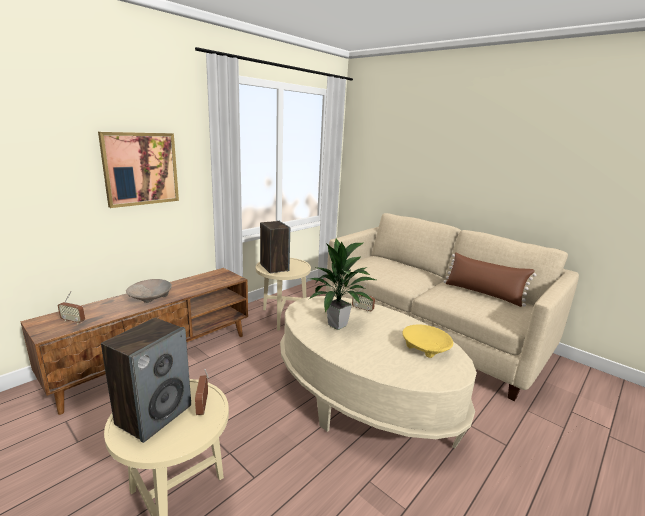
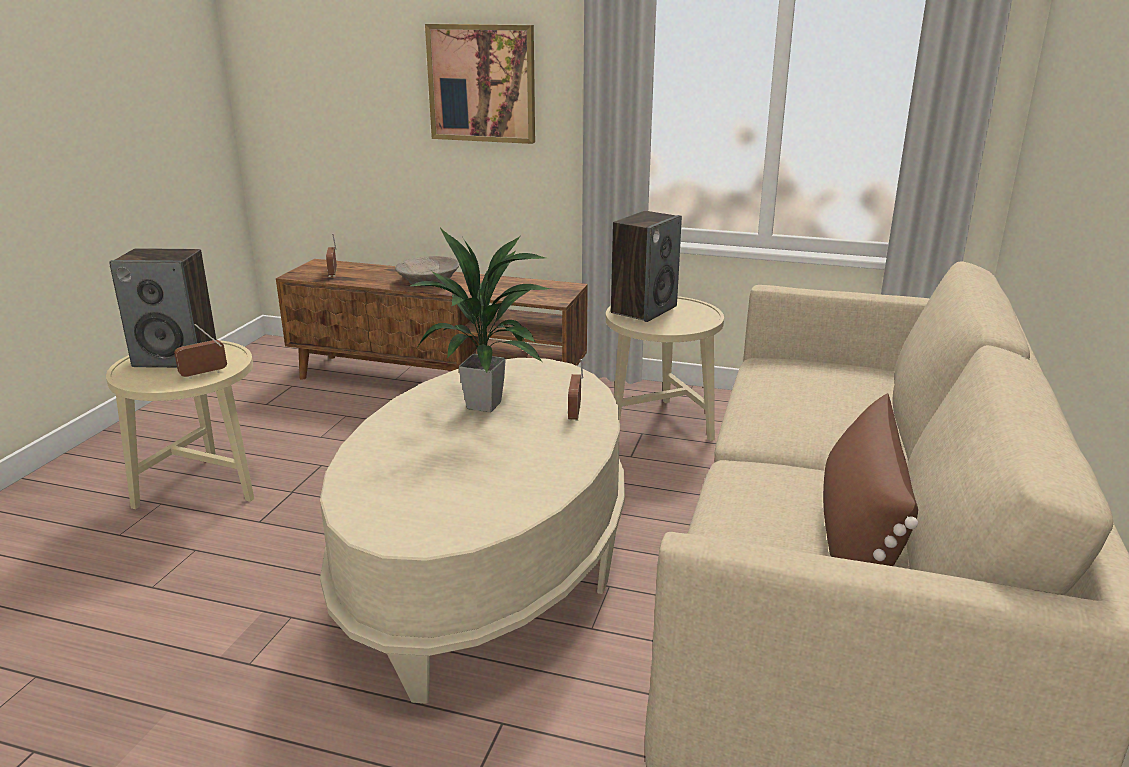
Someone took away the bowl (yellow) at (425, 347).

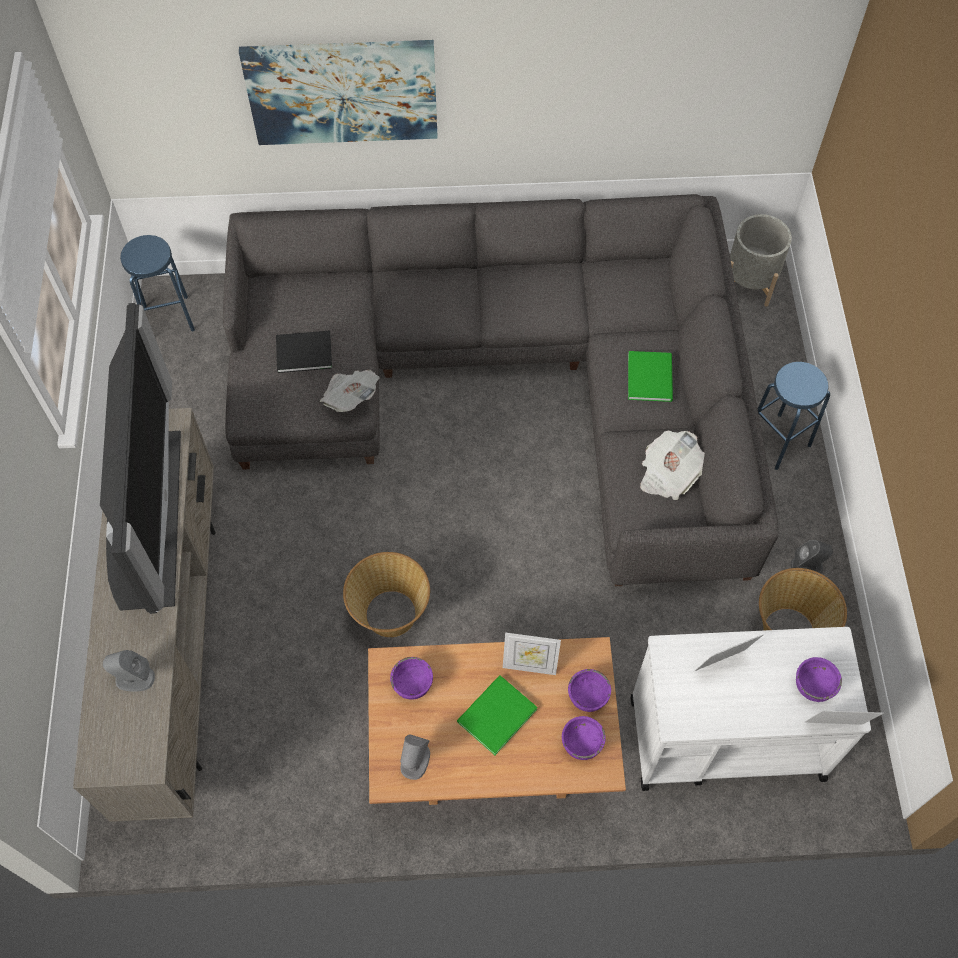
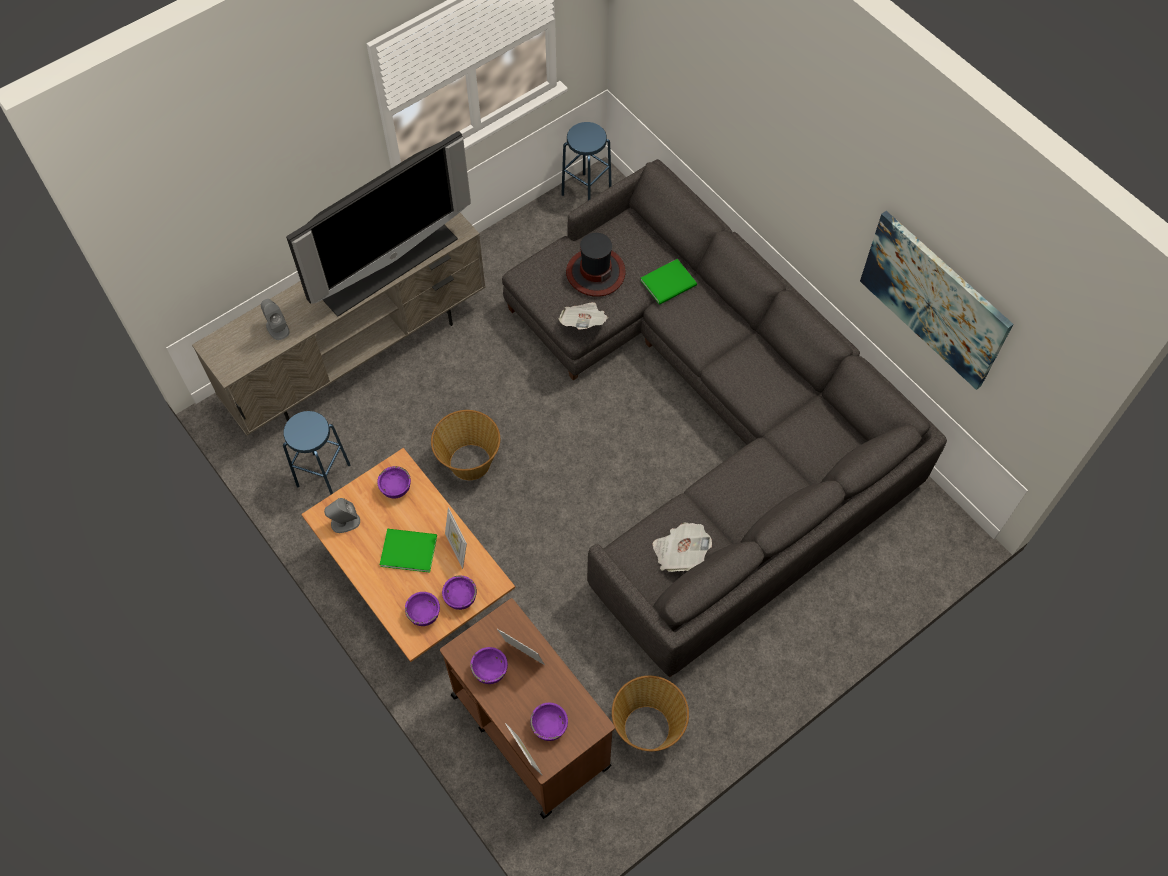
Someone carried the picture from (342, 91) to (934, 299).
Someone took away the planter (grey) at (749, 282).
Someone swapped the book (black) at (302, 351) for the hat at (595, 272).
Someone carried the book (green) from (651, 376) to (670, 283).
Someone carried the stool (blue) from (777, 441) to (323, 475).
Someone took away the speaker (grey) at (807, 566).
Someone repainted the cart (white) at (724, 737), which became the cart (brown) at (529, 729).
Someone put down the bowl (purple) at (489, 671).

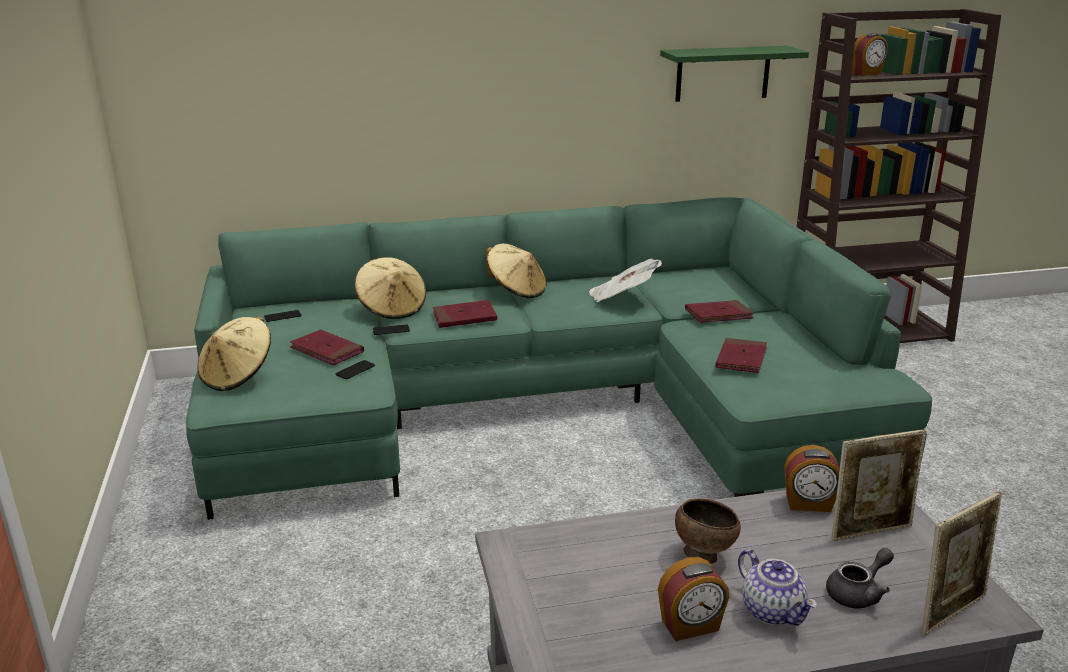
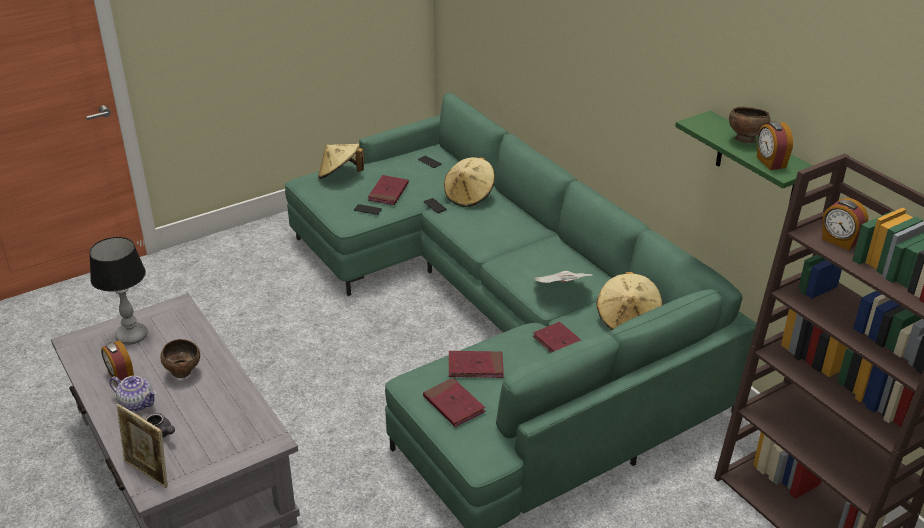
Someone carried the hat (beige) from (516, 290) to (628, 320).
Someone carried the book (red) from (464, 317) to (453, 405).
Someone took away the picture frame at (870, 530).
Someone carried the alarm clock from (808, 504) to (770, 162).
Someone rotated the teapot at (773, 611) by 105 degrees counterclockwise.
Someone put down the bowl (brown) at (744, 140).
Someone put down the table lamp at (133, 336).

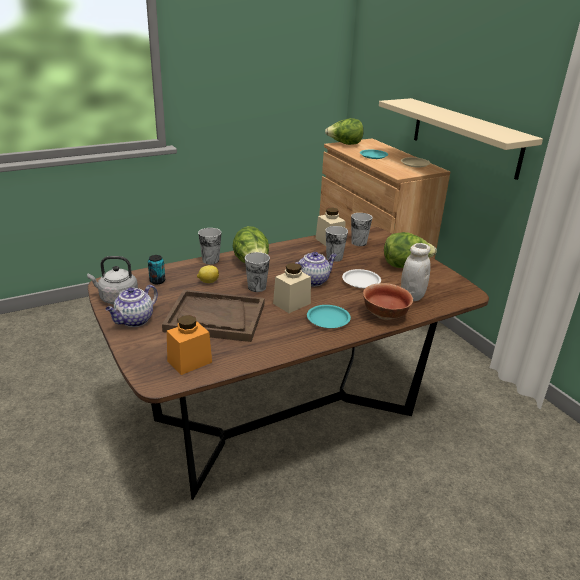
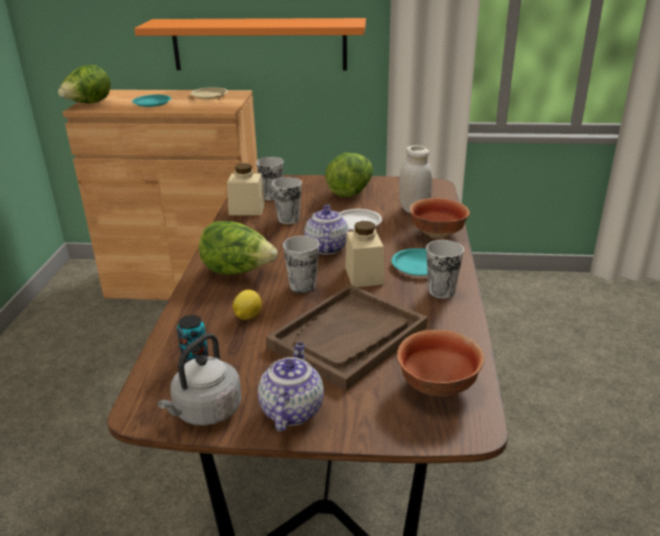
Someone repainted the shelf (beige) at (465, 137), which became the shelf (orange) at (259, 44).
Someone carried the cup from (210, 260) to (441, 291).
Someone rotated the teapot at (134, 321) by 150 degrees counterclockwise.
Someone swapped the jar (orange) at (189, 361) for the bowl at (438, 387).

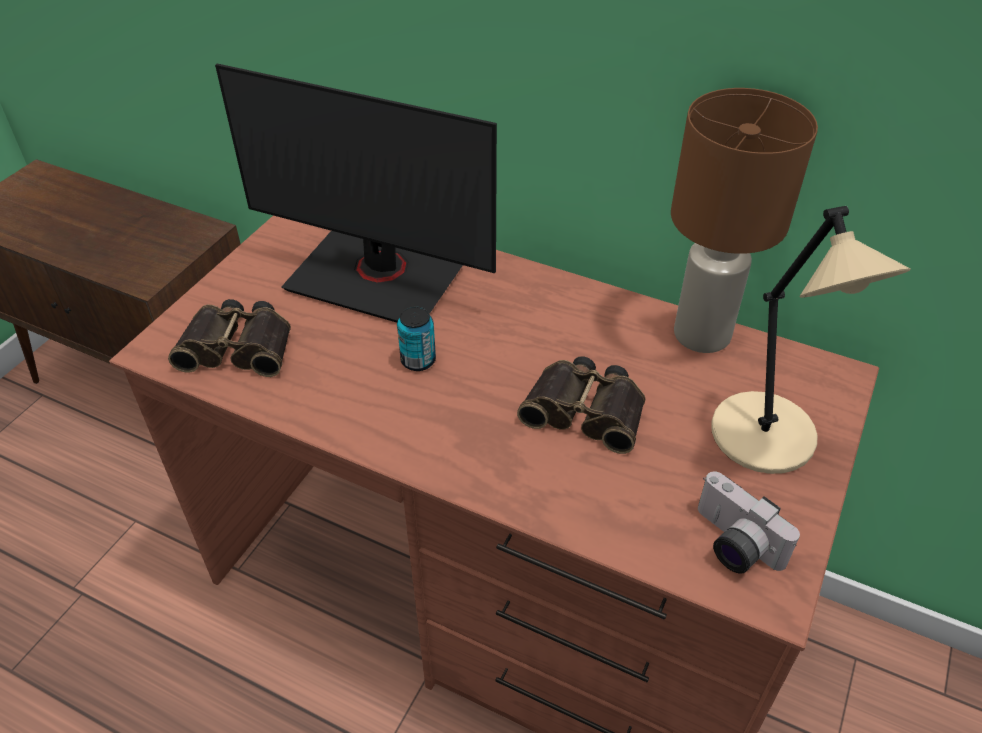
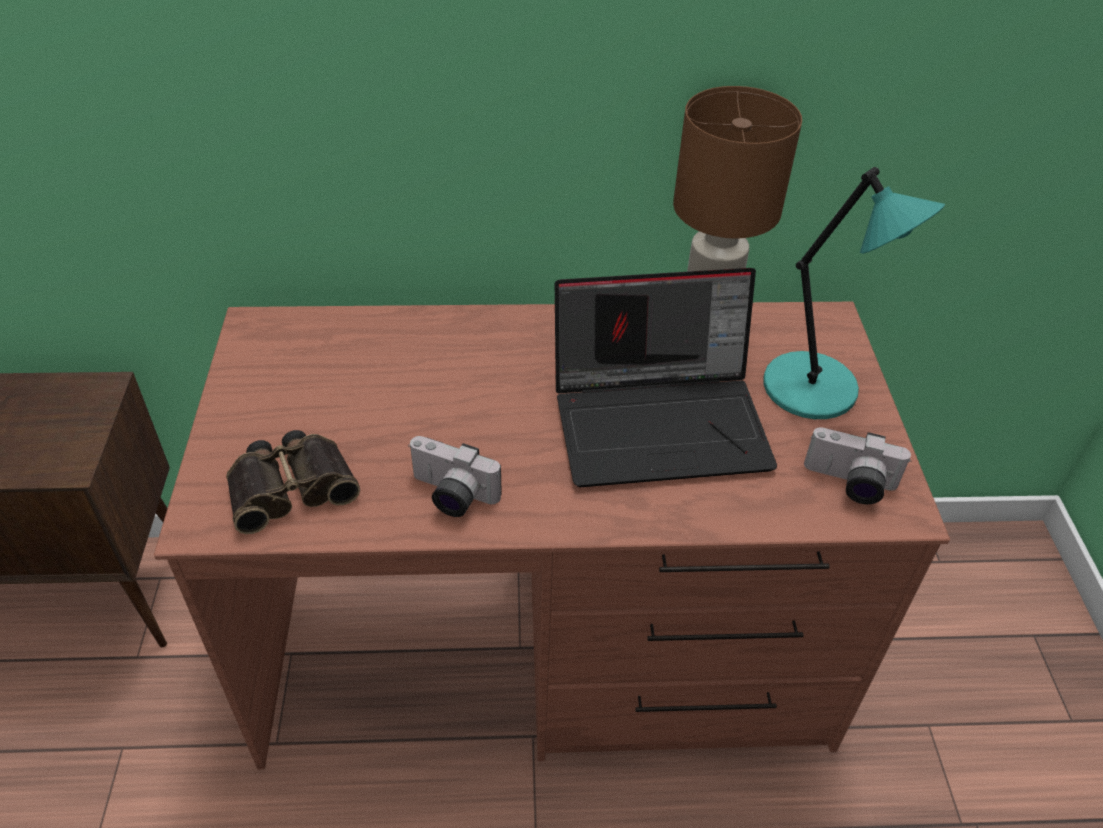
Someone took away the monitor at (376, 277).
Someone repainted the table lamp (beige) at (766, 439), which became the table lamp (turquoise) at (815, 390).
Someone took away the can at (418, 360).
Someone swapped the binoculars at (586, 410) for the laptop at (662, 420).
Someone put down the photo camera at (450, 495).

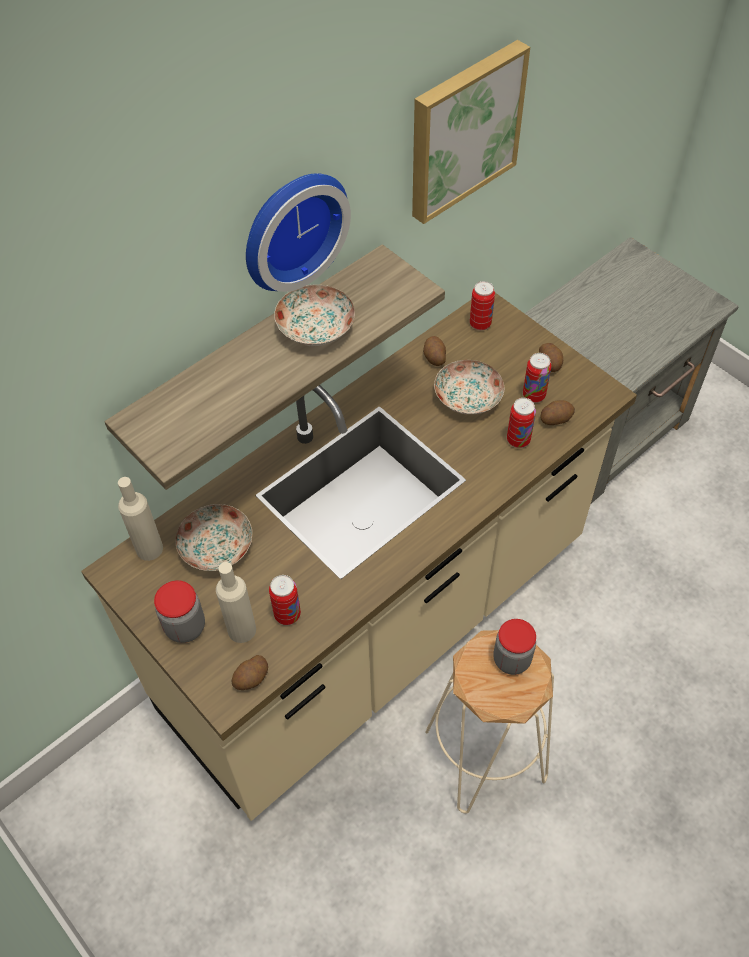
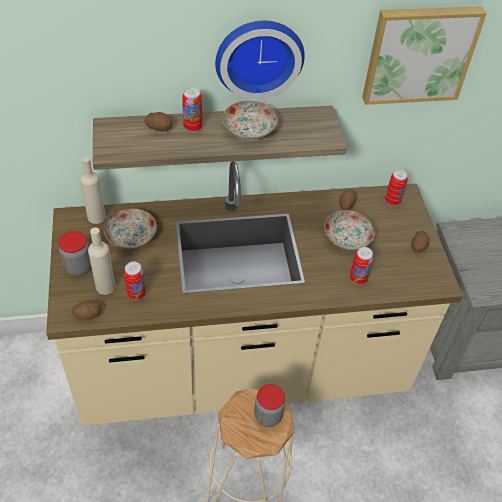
Someone carried the can from (533, 395) to (192, 127).
Someone carried the potato from (555, 418) to (159, 127).

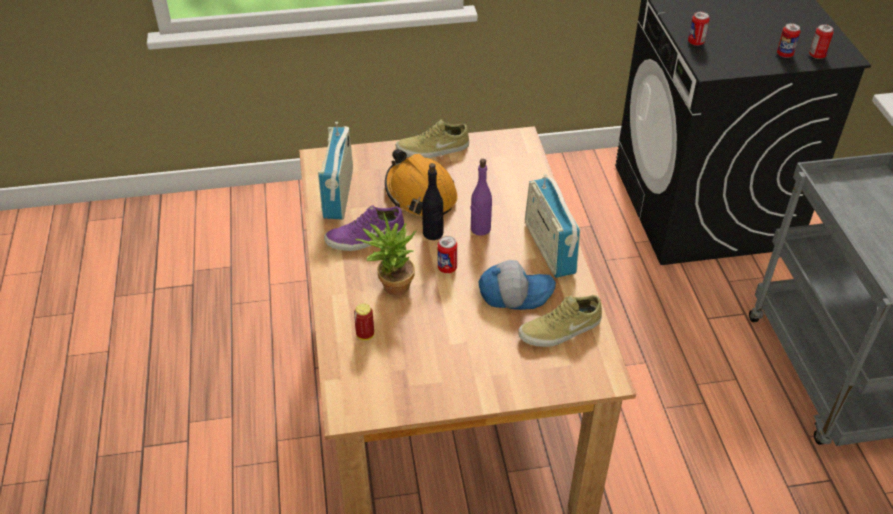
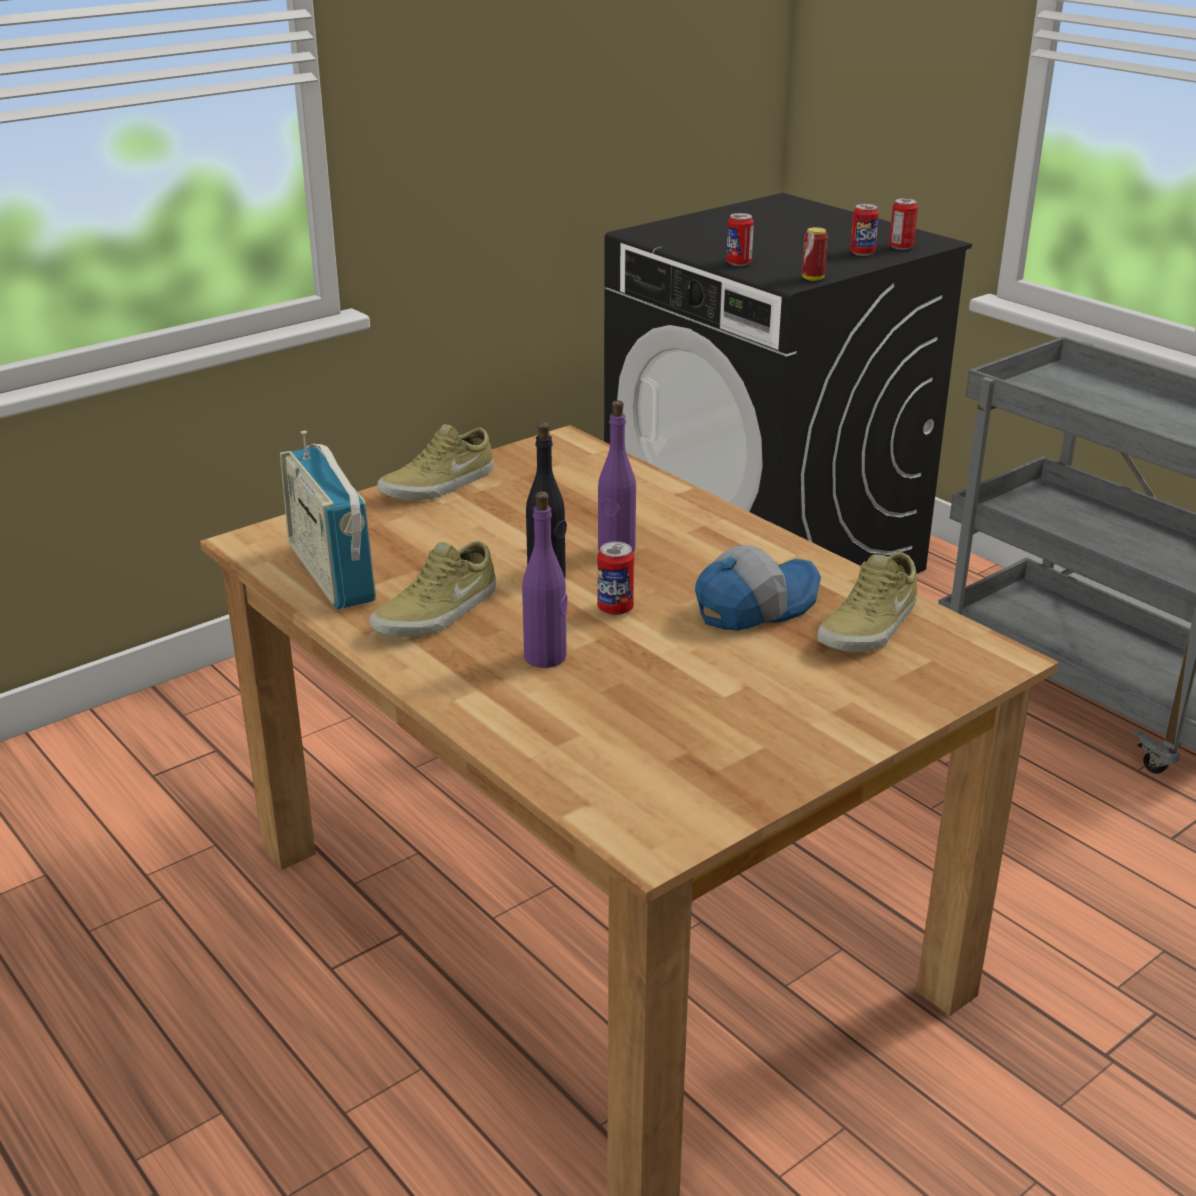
Someone took away the hard hat (orange) at (420, 194).
Someone took away the radio at (549, 248).
Someone repainted the shoe (purple) at (365, 238), which became the shoe (beige) at (438, 613).
Someone swapped the potted plant at (390, 286) for the bottle (purple) at (546, 657).
Someone carried the can from (365, 335) to (812, 278).

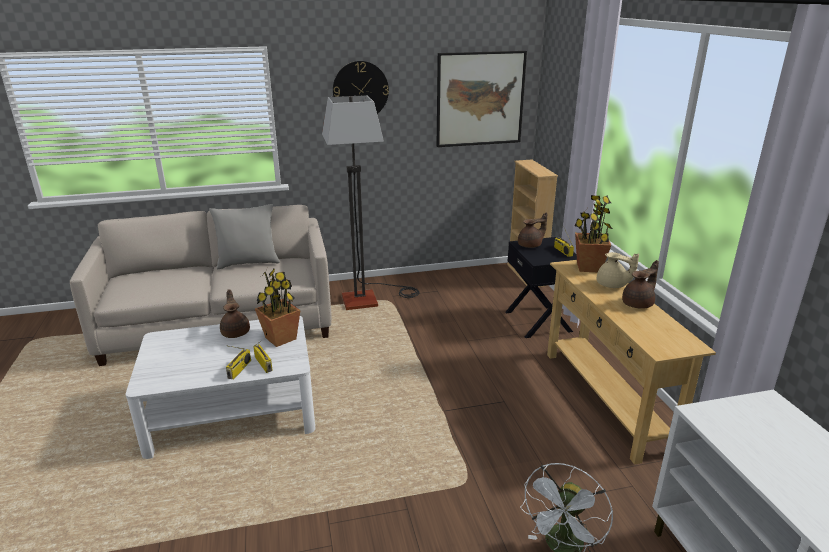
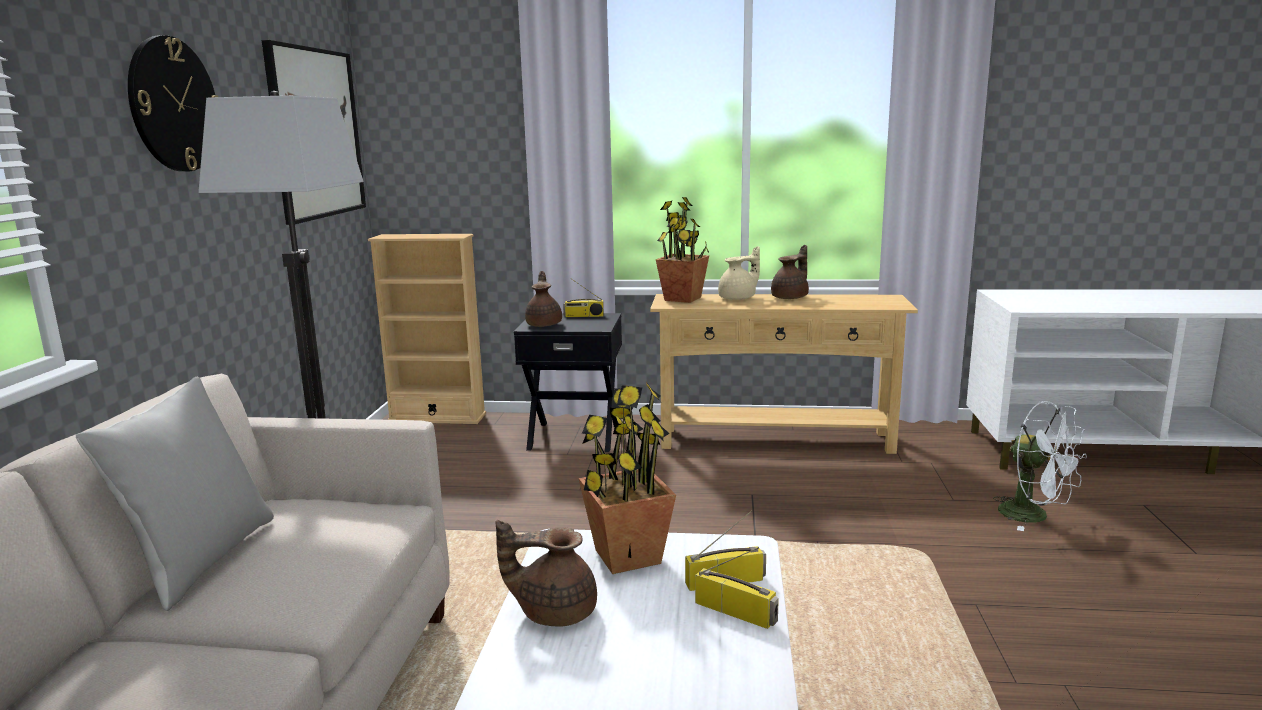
Someone rotated the teapot (brown) at (638, 304) by 60 degrees clockwise.

